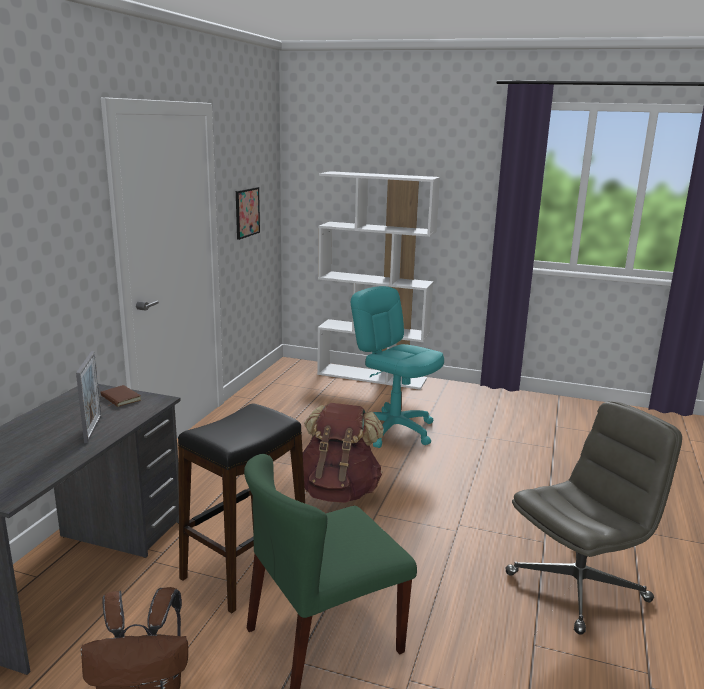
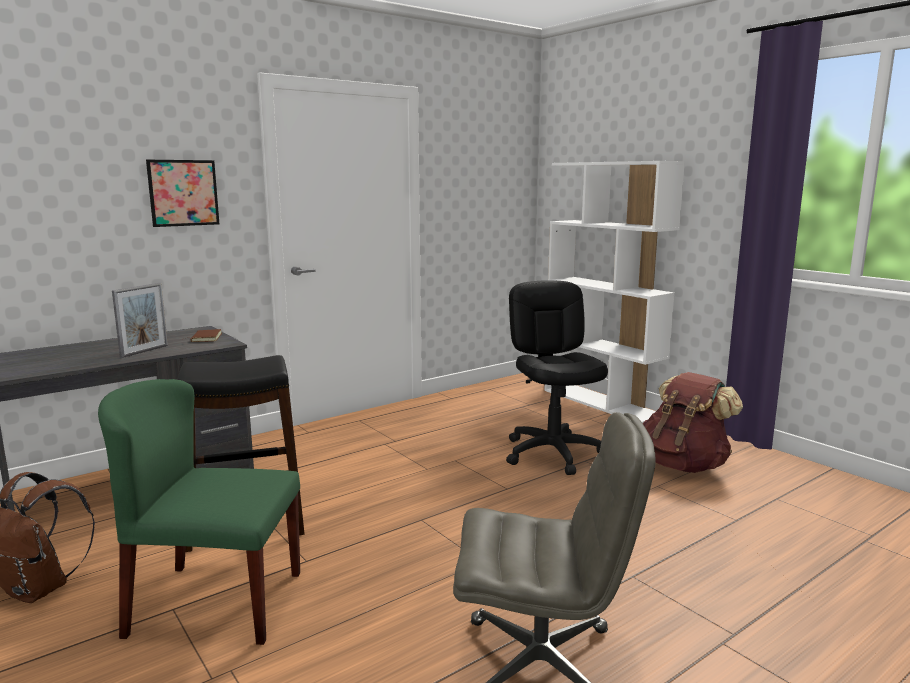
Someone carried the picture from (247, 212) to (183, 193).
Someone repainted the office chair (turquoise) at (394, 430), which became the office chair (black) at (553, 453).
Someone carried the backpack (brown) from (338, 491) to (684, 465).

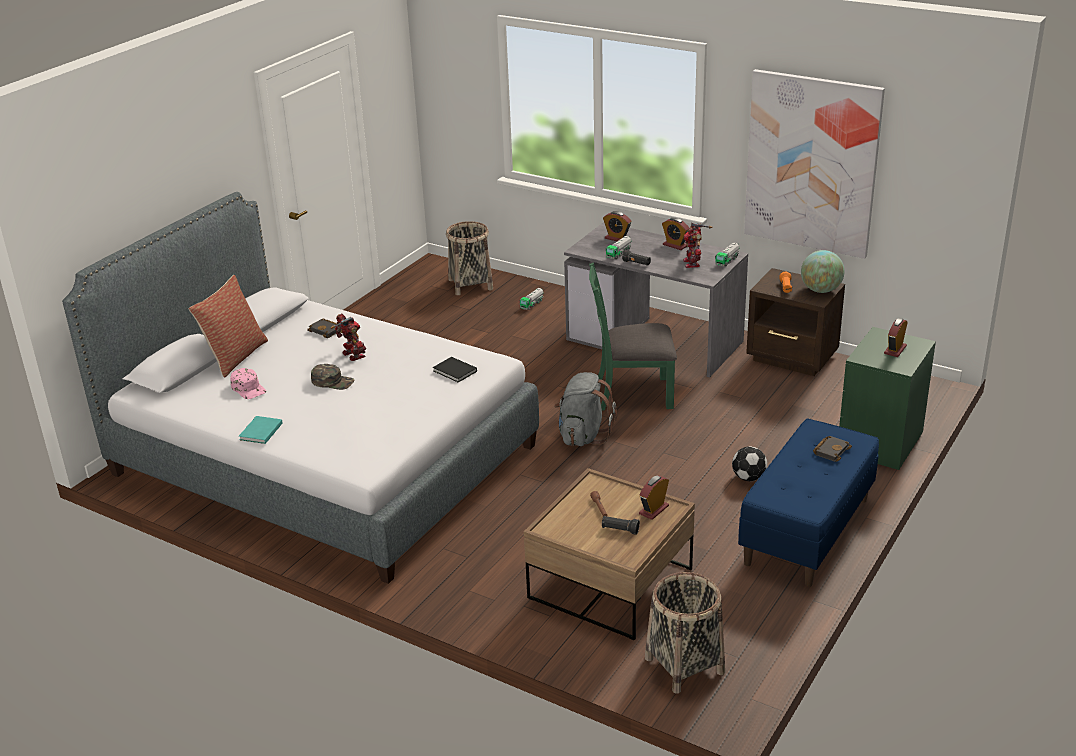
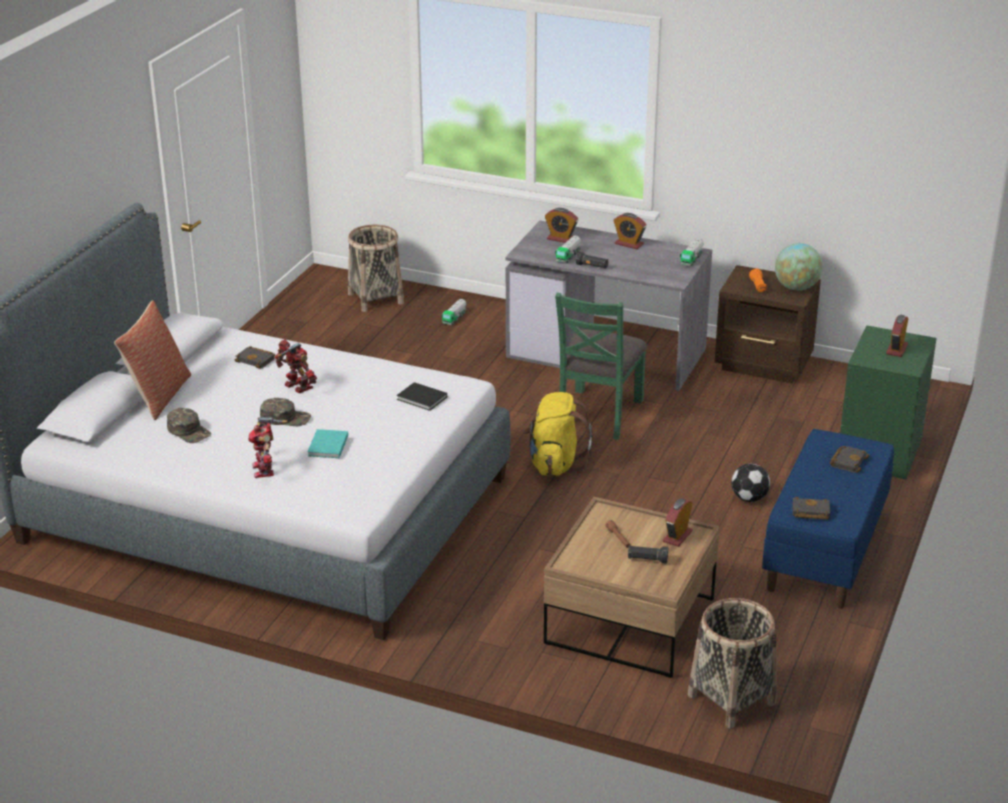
Someone took away the picture at (811, 163).
Someone carried the toy robot from (693, 263) to (265, 469).
Someone rotated the chair (green) at (633, 393) by 60 degrees counterclockwise.
Someone repainted the cap (pink) at (249, 388), which became the cap (green) at (189, 431).
Someone repainted the backpack (grey) at (583, 436), which became the backpack (yellow) at (555, 464).
Someone carried the book (turquoise) from (260, 432) to (327, 446).
Someone put down the book (black) at (809, 512).

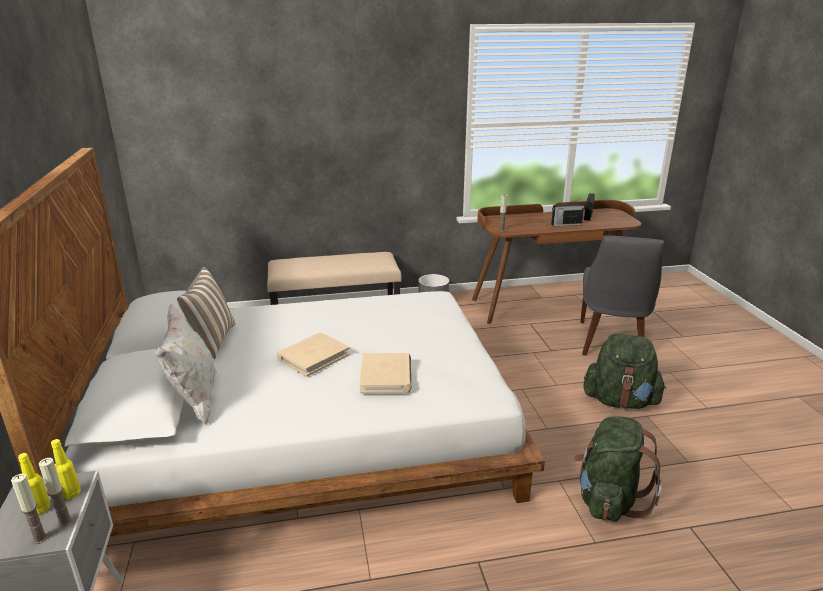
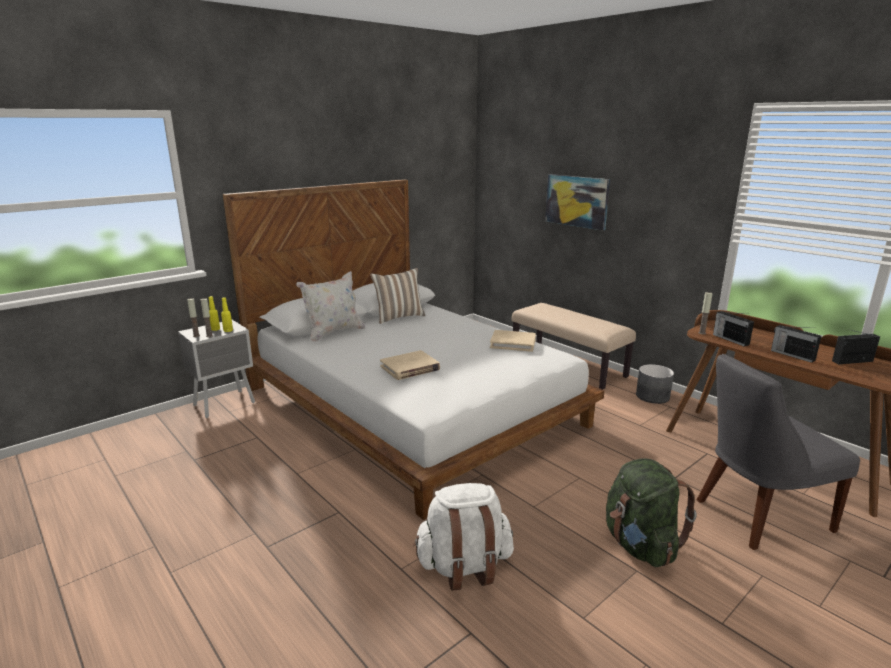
Someone carried the book (beige) from (313, 357) to (513, 343).
Someone repainted the backpack (green) at (608, 499), which became the backpack (white) at (464, 566).
Someone put up the picture at (576, 201).
Someone put down the radio at (730, 339).

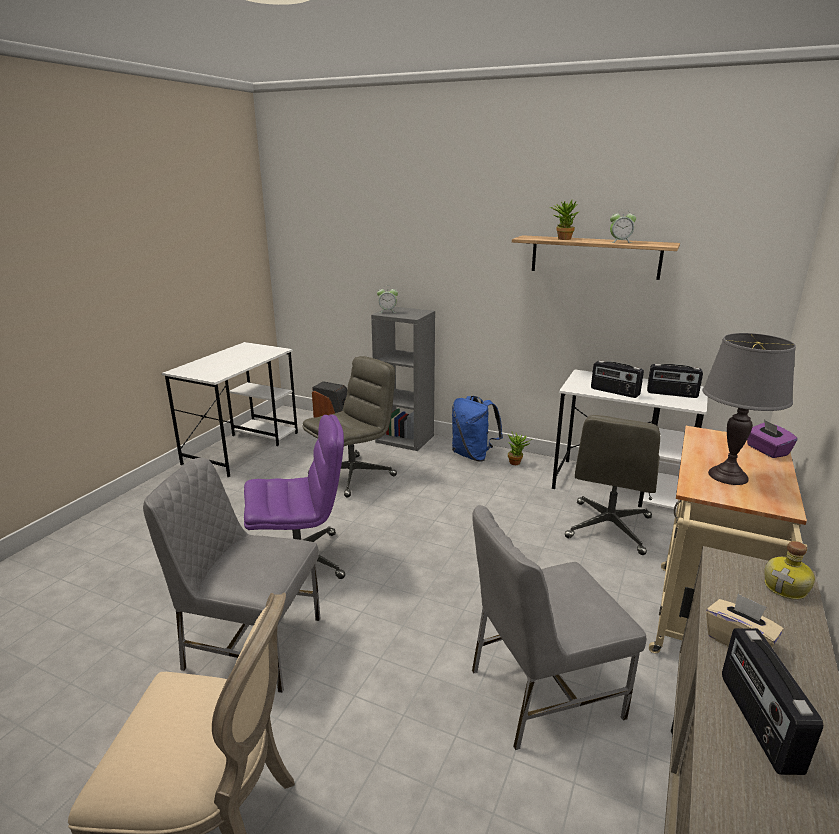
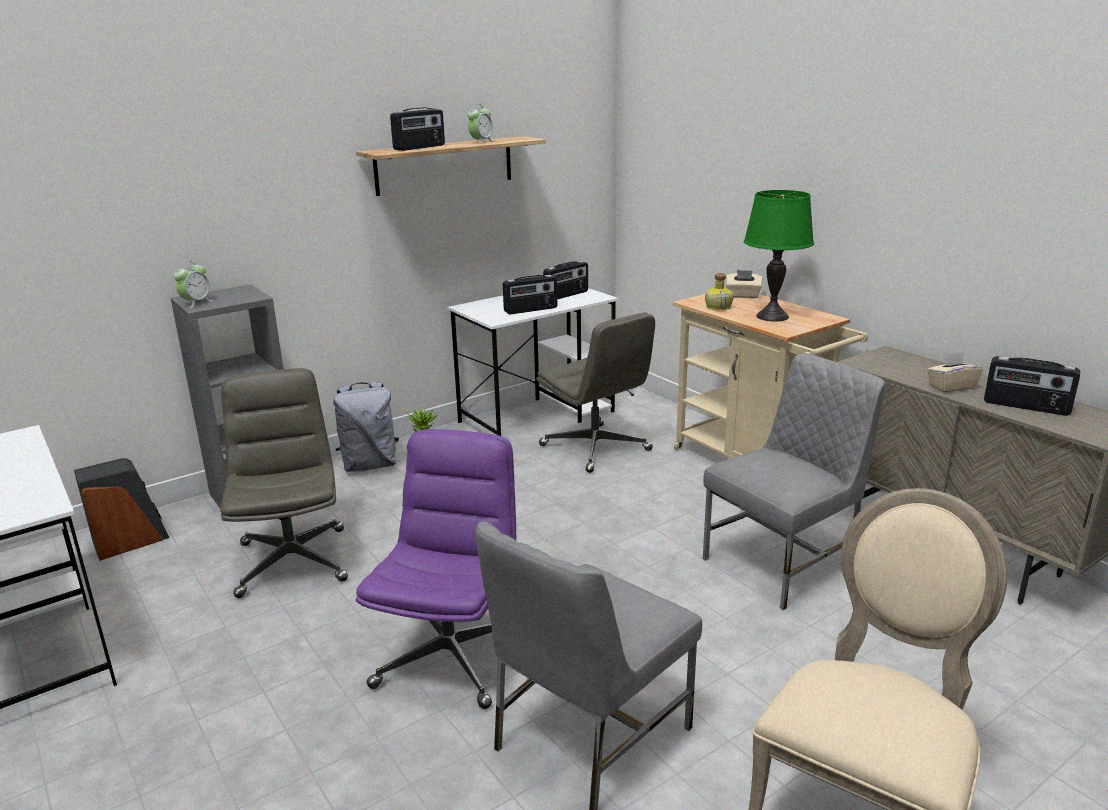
Someone swapped the potted plant at (562, 239) for the radio at (420, 147).
Someone repainted the table lamp (grey) at (727, 476), which became the table lamp (green) at (772, 316).
Someone repainted the backpack (blue) at (473, 455), which became the backpack (grey) at (370, 465).
Someone repainted the tissue box (purple) at (766, 450), which became the tissue box (beige) at (743, 296).
Someone rotated the chair (grey) at (541, 692) by 135 degrees counterclockwise.
Someone carried the bottle from (786, 588) to (719, 307).

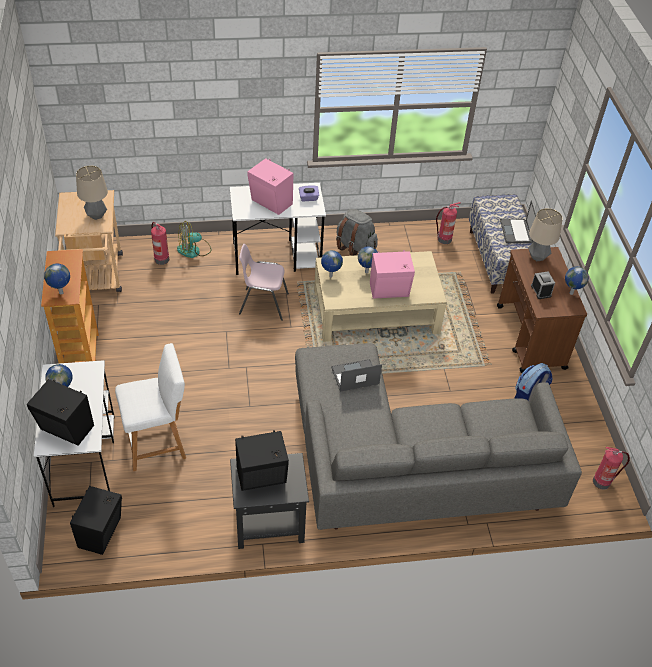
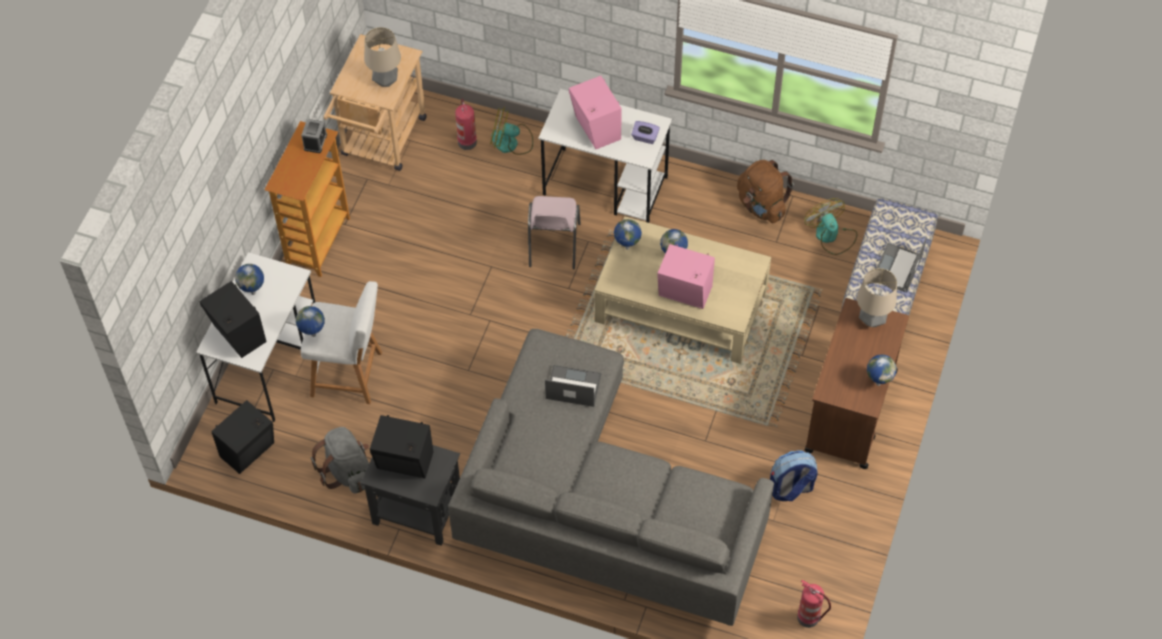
Someone swapped the fire extinguisher at (444, 239) for the fan at (831, 236).
Someone carried the backpack (grey) from (355, 246) to (347, 471).
Someone rotated the chair (pink) at (263, 304) by 120 degrees counterclockwise.
Someone carried the globe from (61, 293) to (313, 335).
Someone carried the alarm clock from (541, 291) to (315, 142).
Someone put down the backpack (brown) at (761, 206).

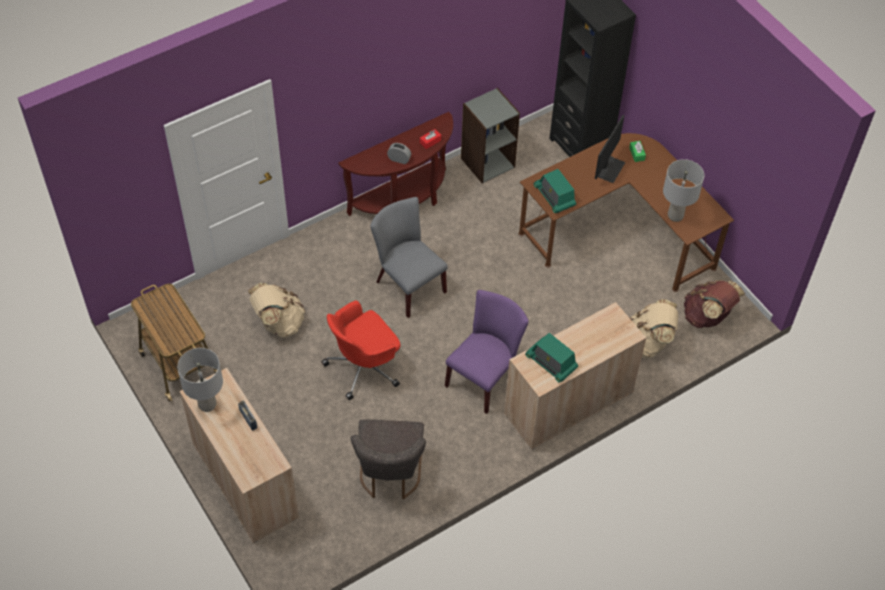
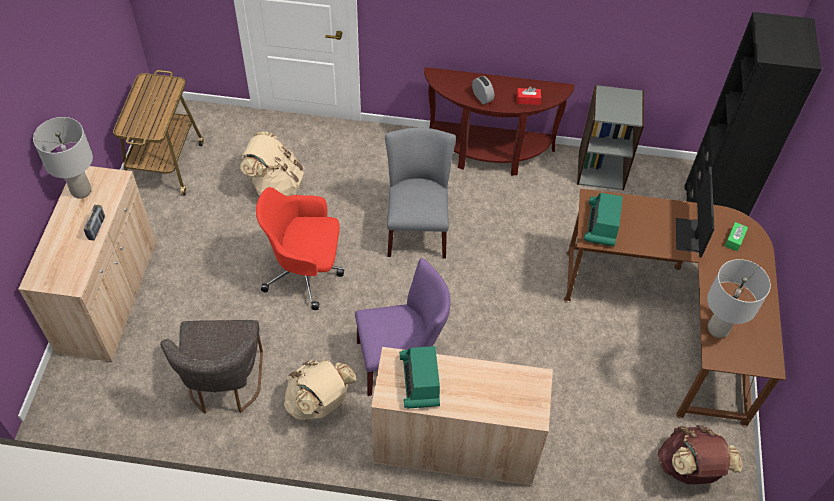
Someone rotated the monitor at (609, 168) by 120 degrees clockwise.
Someone carried the backpack (beige) from (647, 342) to (319, 403).
Someone rotated the chair (grey) at (390, 475) by 45 degrees counterclockwise.

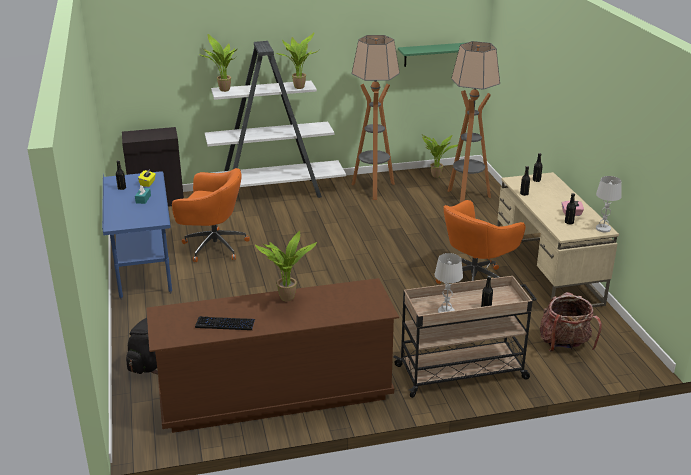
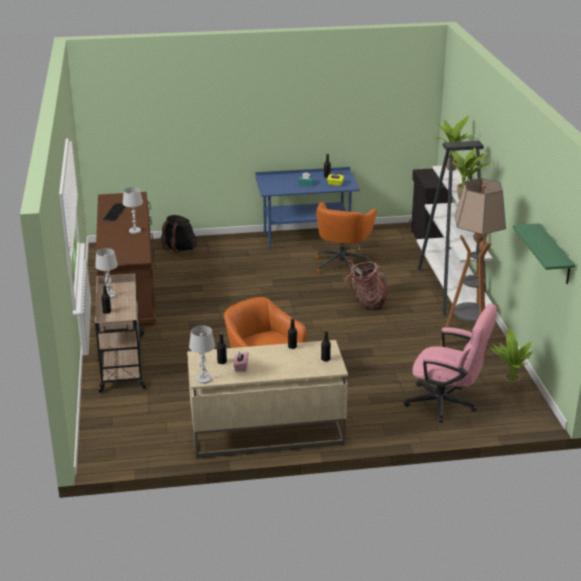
Someone swapped the floor lamp at (466, 199) for the office chair (pink) at (447, 404).
Someone swapped the potted plant at (288, 299) for the table lamp (white) at (135, 231).
Someone carried the backpack from (564, 344) to (367, 303).

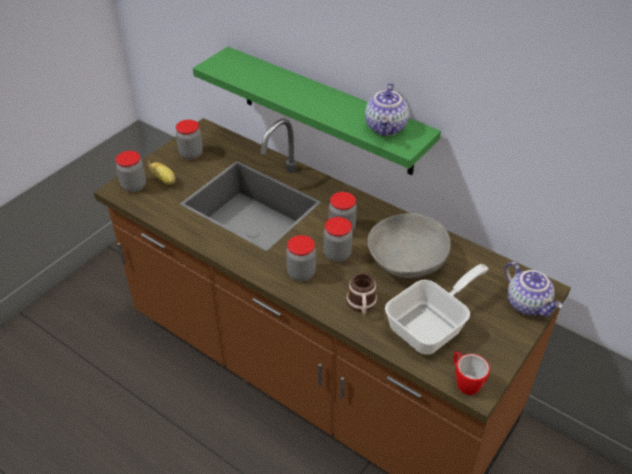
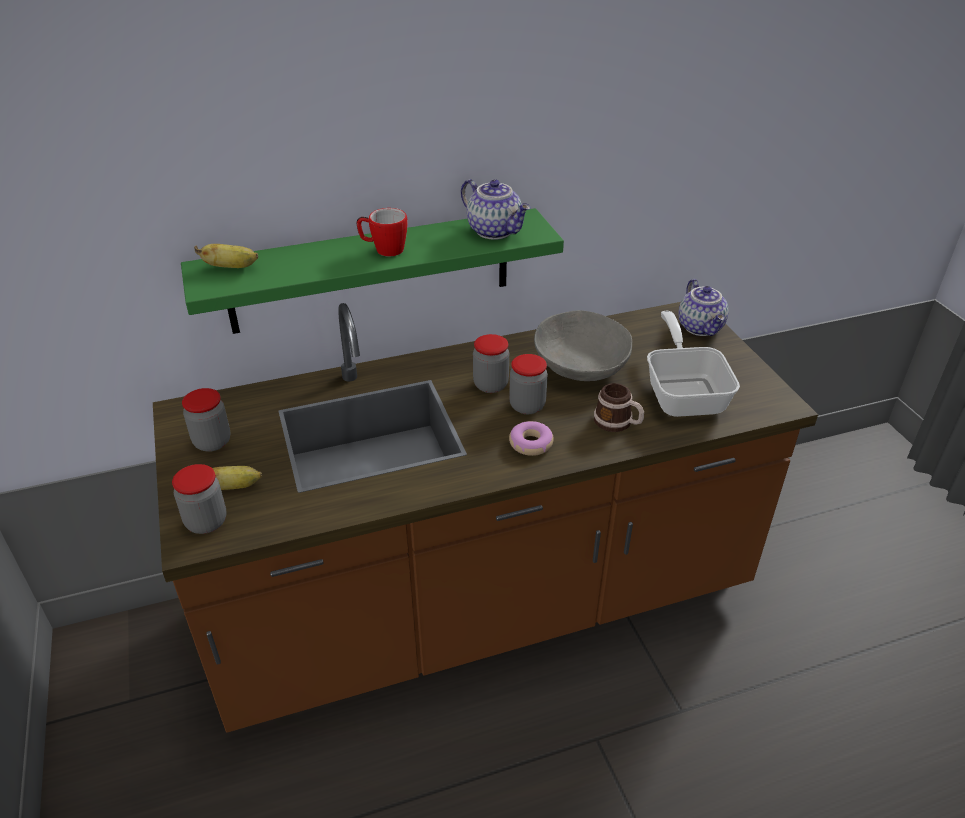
Someone swapped the jar at (301, 273) for the donut at (530, 444).
Someone rotated the teapot at (528, 304) by 75 degrees clockwise.
Someone carried the mug from (464, 381) to (384, 250).
Someone put down the banana at (231, 267).

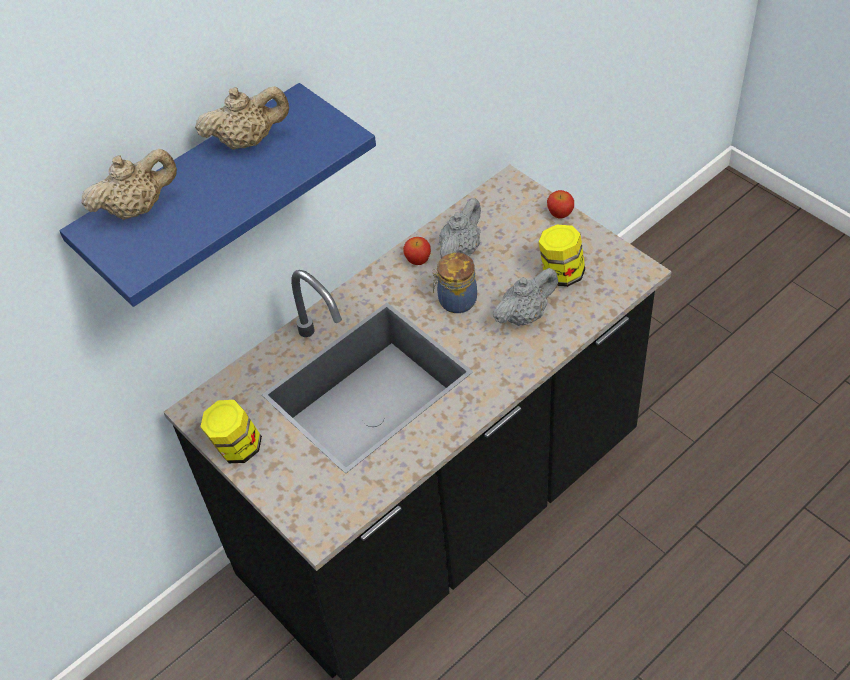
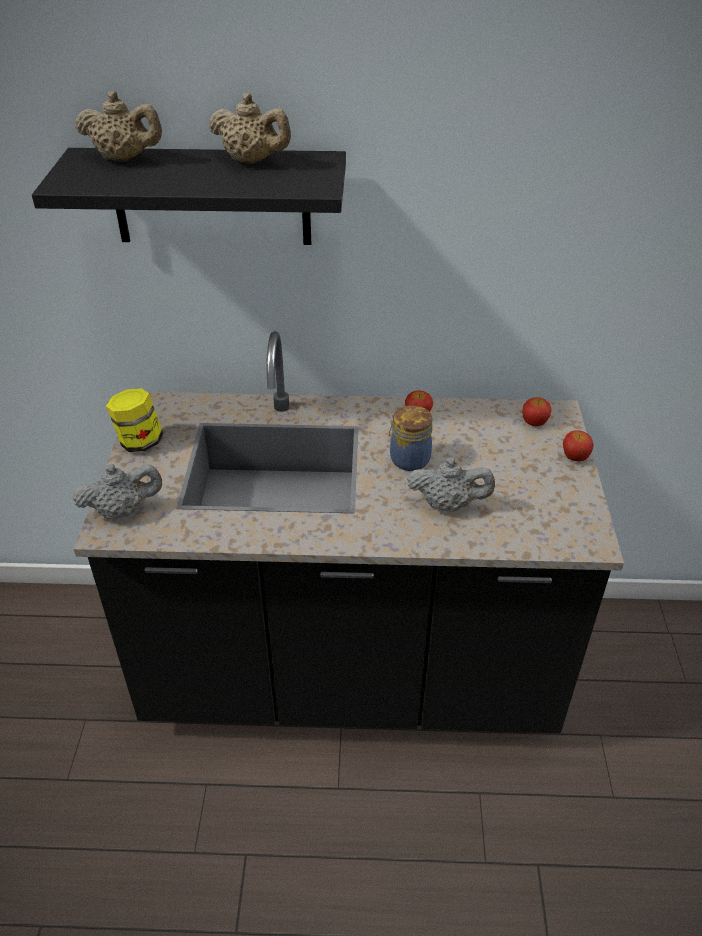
Someone repainted the shelf (blue) at (196, 190), which became the shelf (black) at (211, 197).
Someone carried the teapot (grey) from (461, 250) to (123, 511).
Someone took away the jar at (561, 274).
Someone put down the apple at (534, 422).

